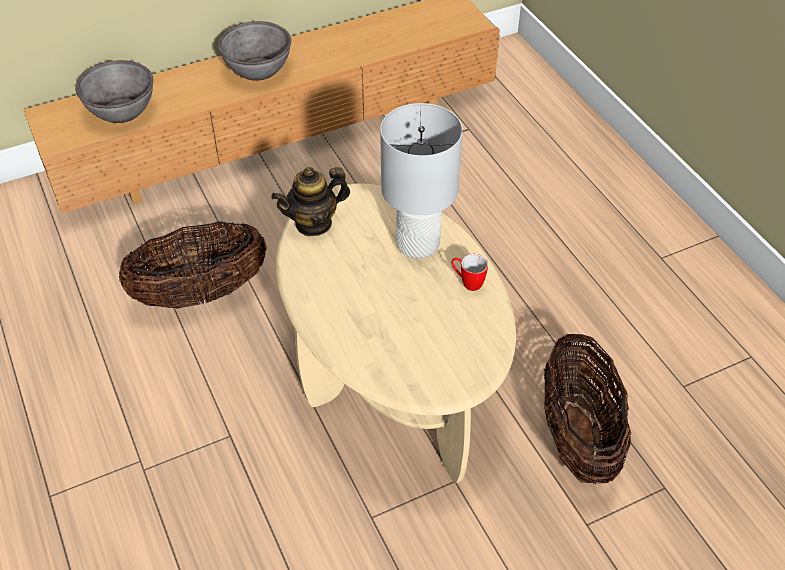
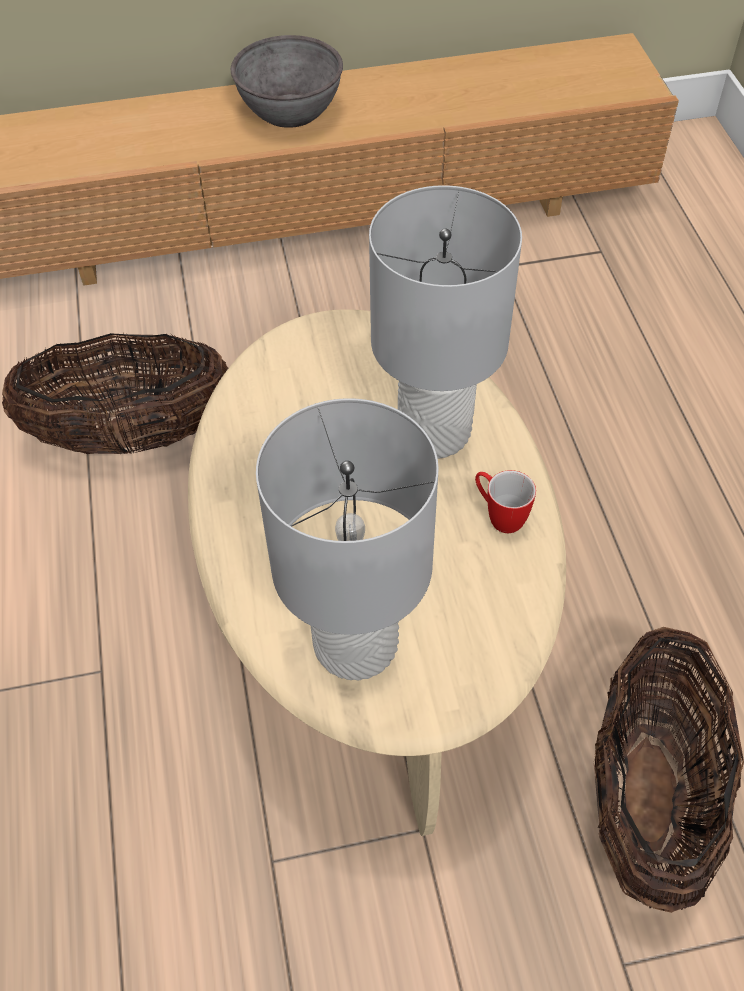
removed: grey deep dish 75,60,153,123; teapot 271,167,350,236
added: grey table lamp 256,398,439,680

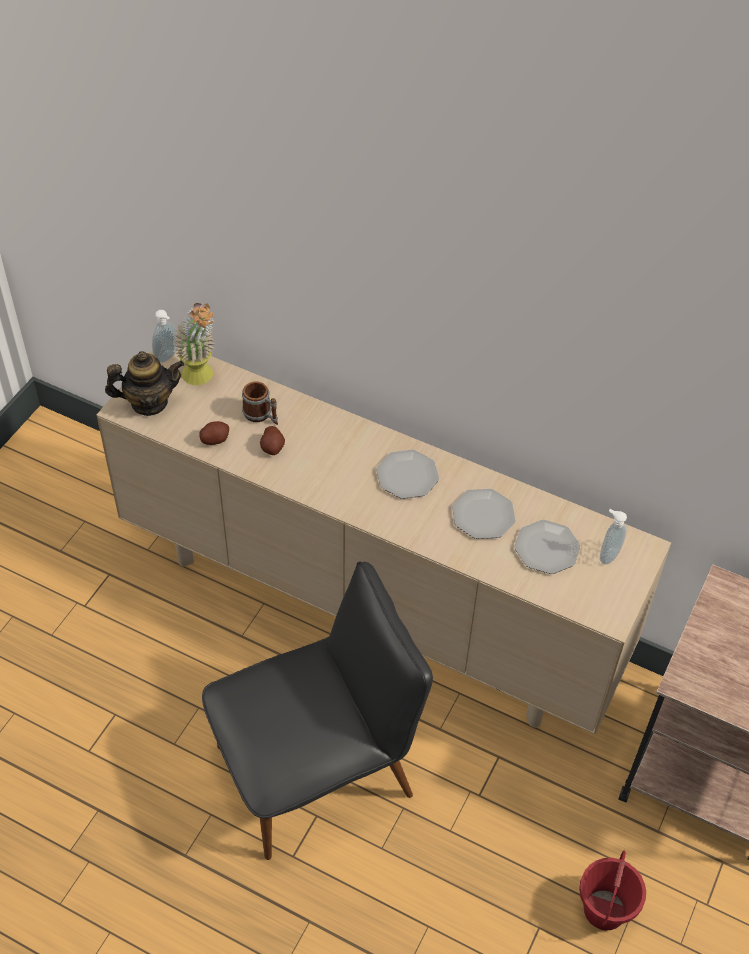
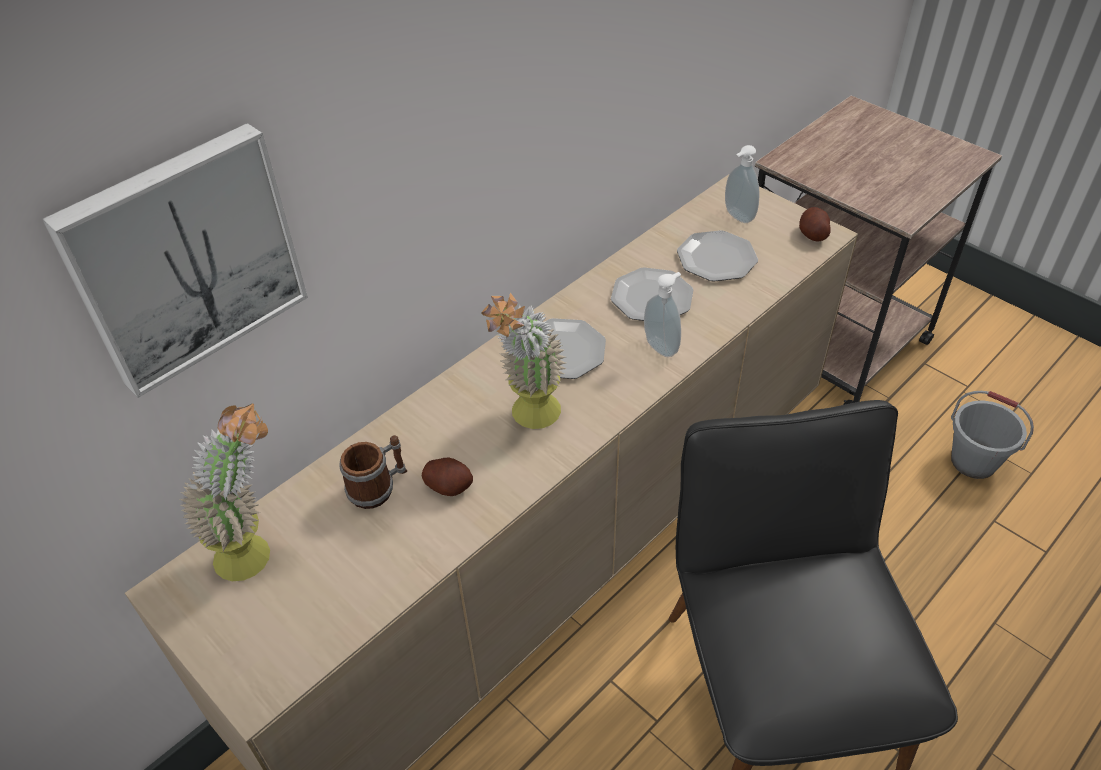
removed: teapot 105,351,184,416
added: wall art 42,123,308,398; potted plant 481,293,566,429
moved: soap bottle 152,310,178,363 to 644,272,681,357; potato 200,421,229,445 to 799,207,831,241
recoloured: red bucket 579,850,646,930 to grey bucket 951,391,1034,479

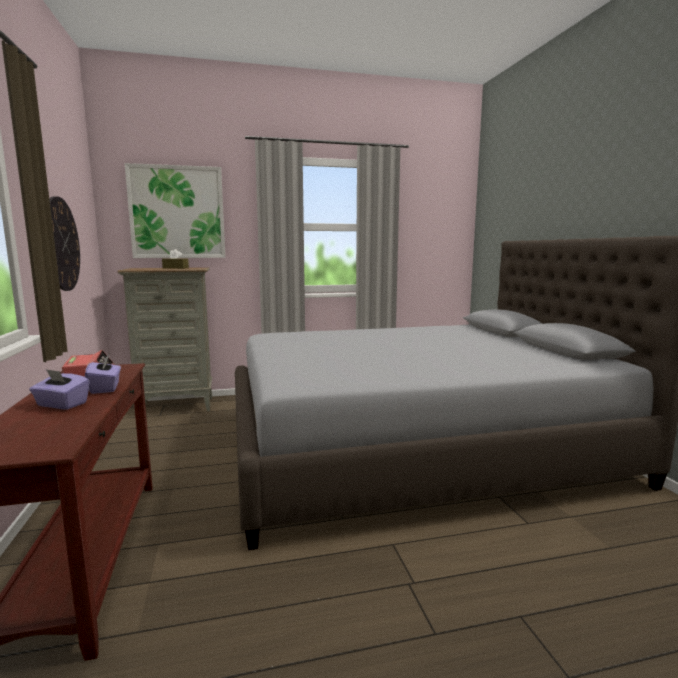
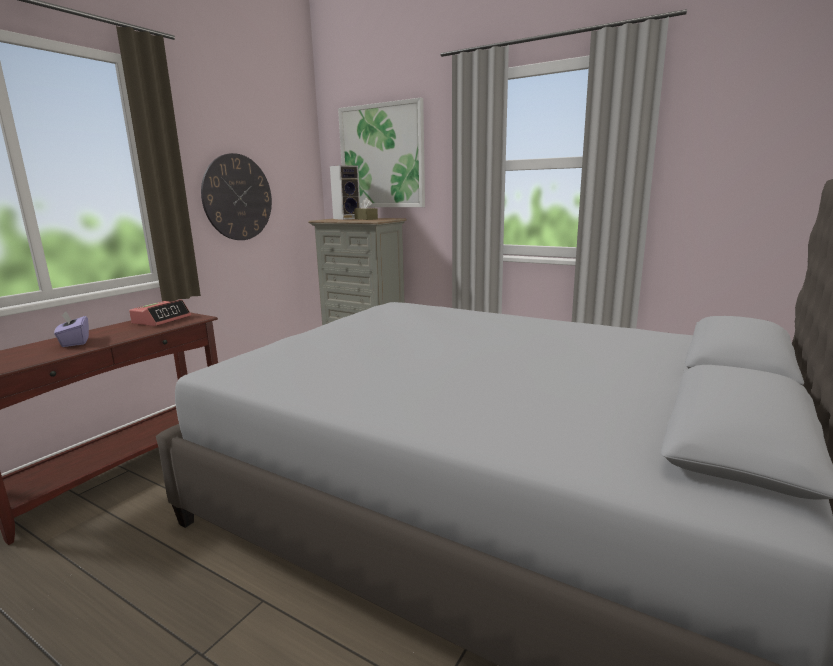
removed: purple tissue holder 85,355,121,394
added: speaker 330,165,360,220

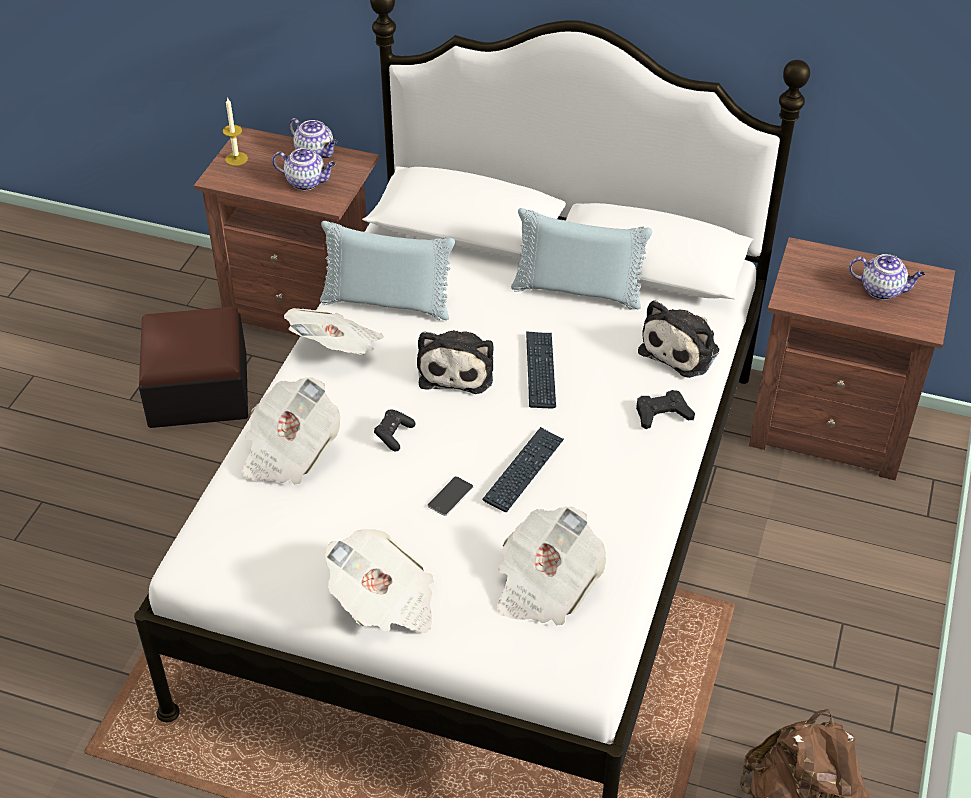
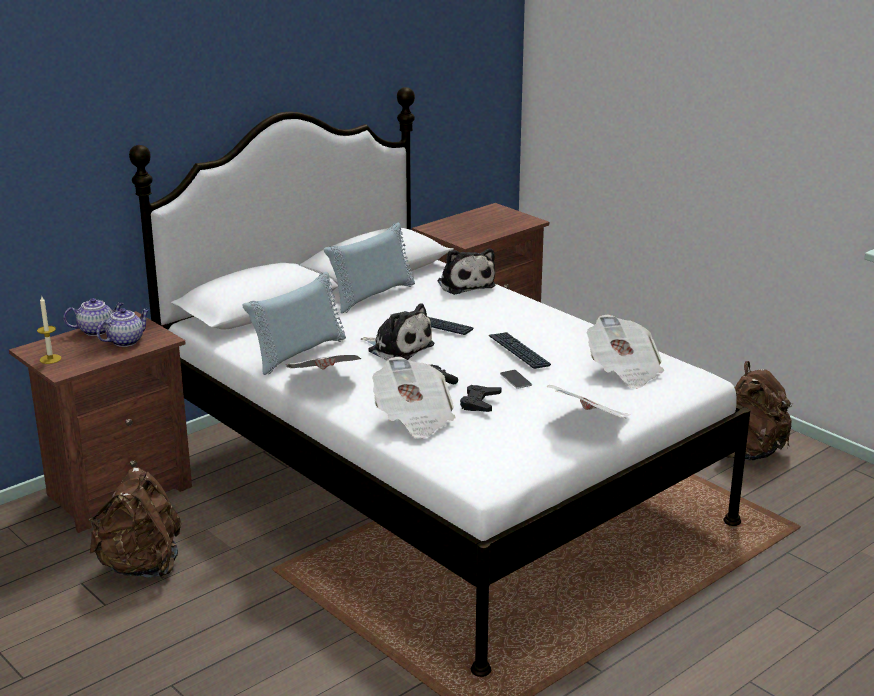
removed: teapot 849,254,925,300
moved: blackish gamepad 636,390,695,429 to 460,385,502,412
replaced: footrest 139,307,248,428 to brown knapsack 89,468,181,579

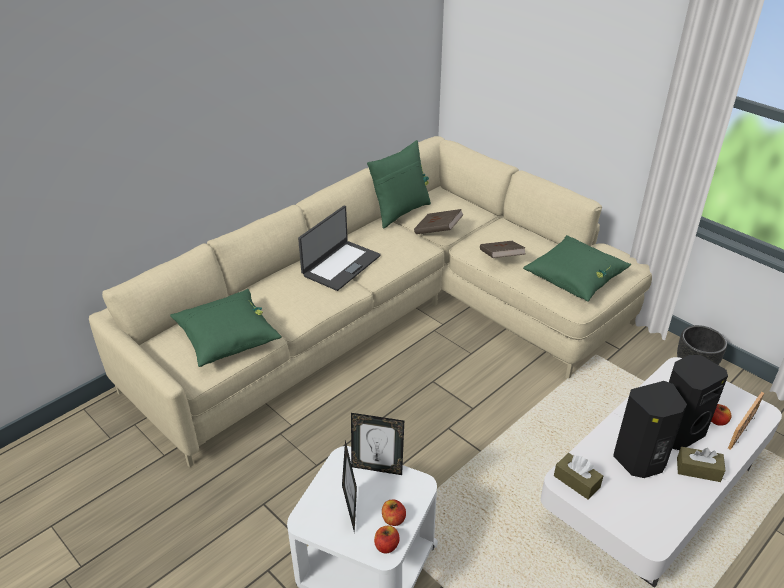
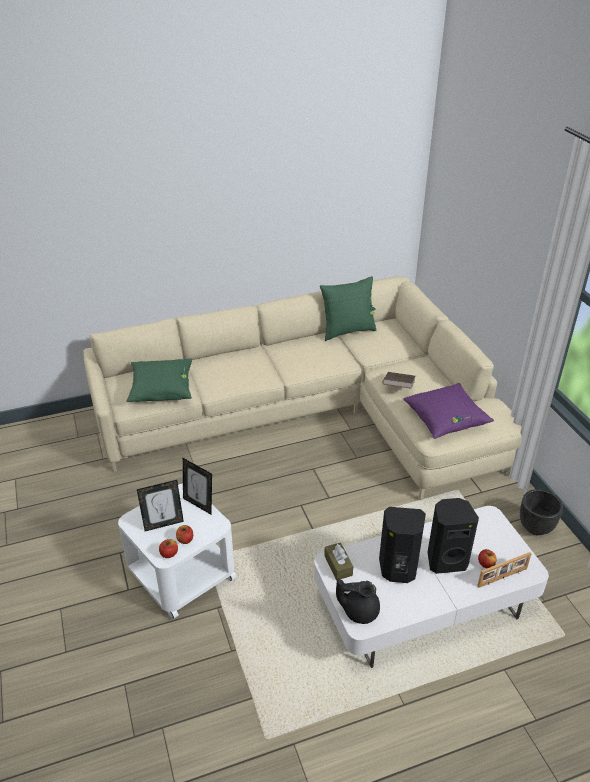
removed: portable computer 298,206,381,291; brown bound book 414,209,464,234; brown tissue holder 677,447,725,482
added: blackish teapot 336,579,380,624
recoloured: green pillow 523,235,631,302 to purple pillow 403,383,494,439
turned: picture frame 342,440,357,533 = 137,480,184,531 45 degrees clockwise

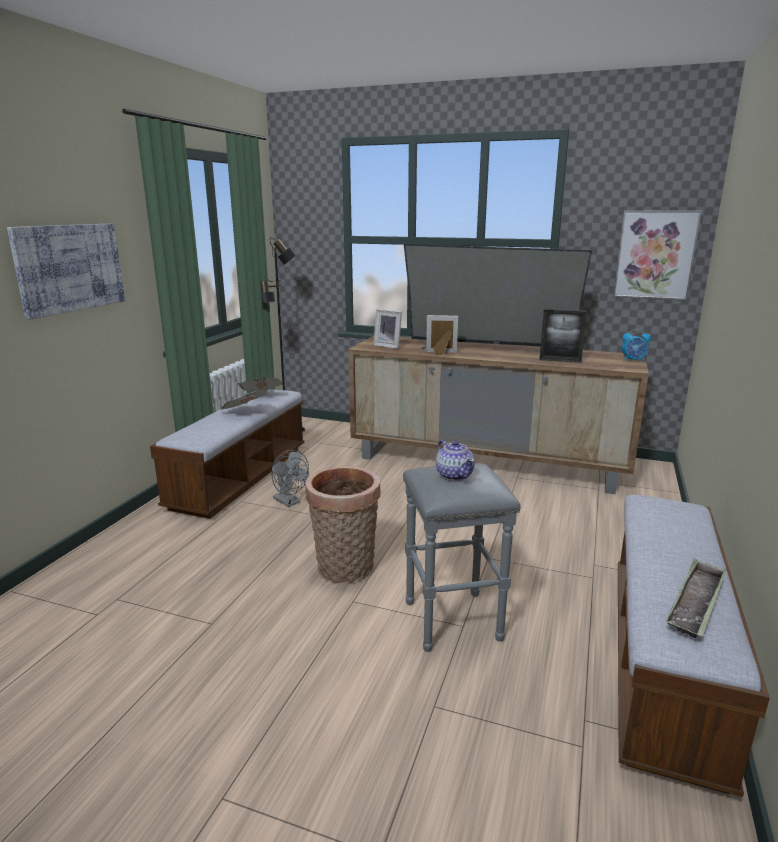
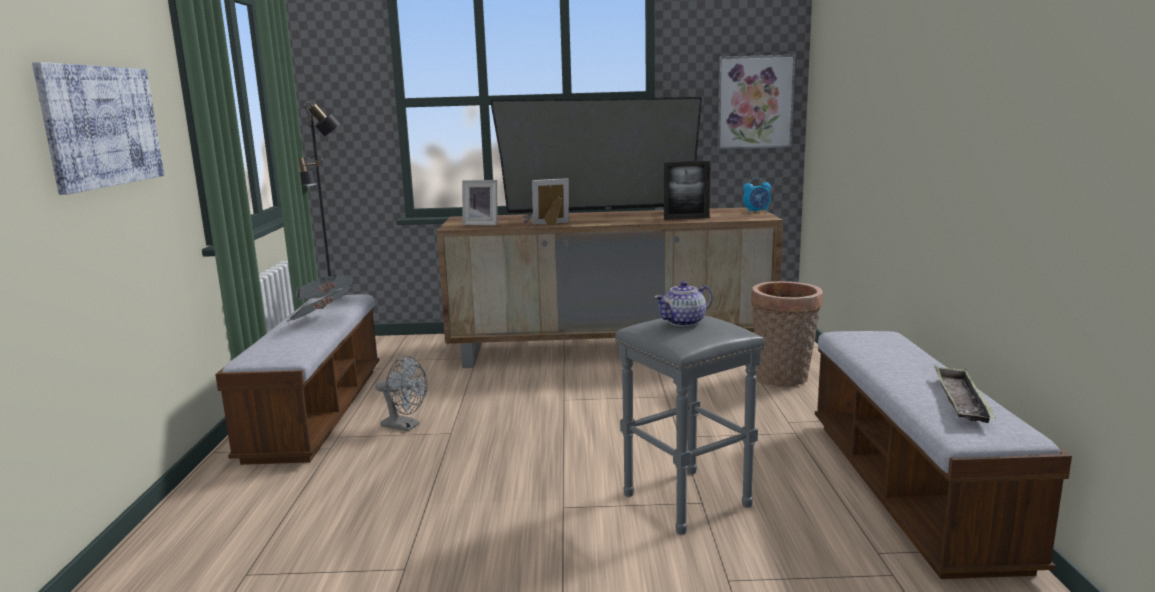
moved: household basket 305,466,380,583 to 751,281,823,387
turned: teapot 436,440,475,481 = 654,281,712,327 105 degrees clockwise

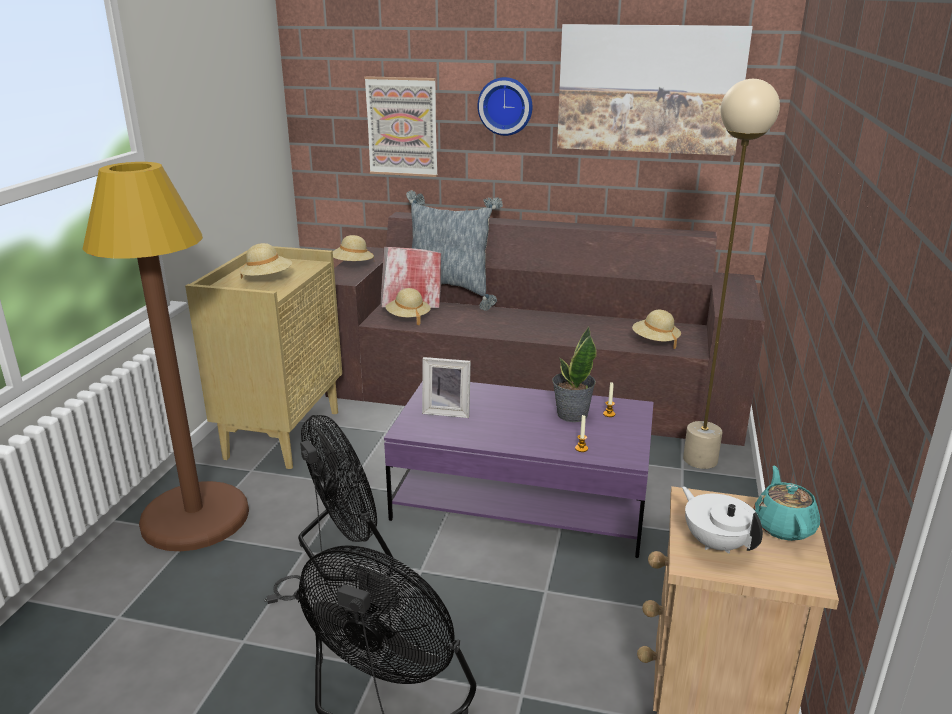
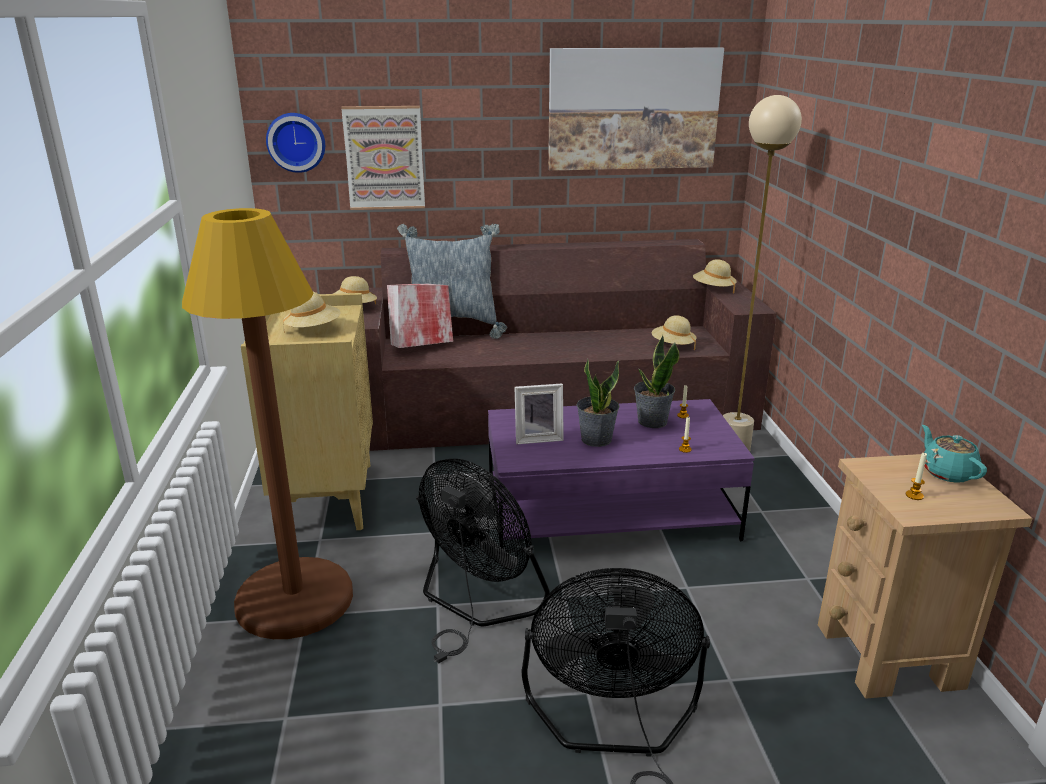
added: potted plant 576,359,619,447
moved: hanging clock 477,77,532,136 to 266,113,325,173; beige hat 386,288,431,325 to 693,259,737,293
replaced: whitish teapot 682,486,763,554 to wax light 906,453,927,500

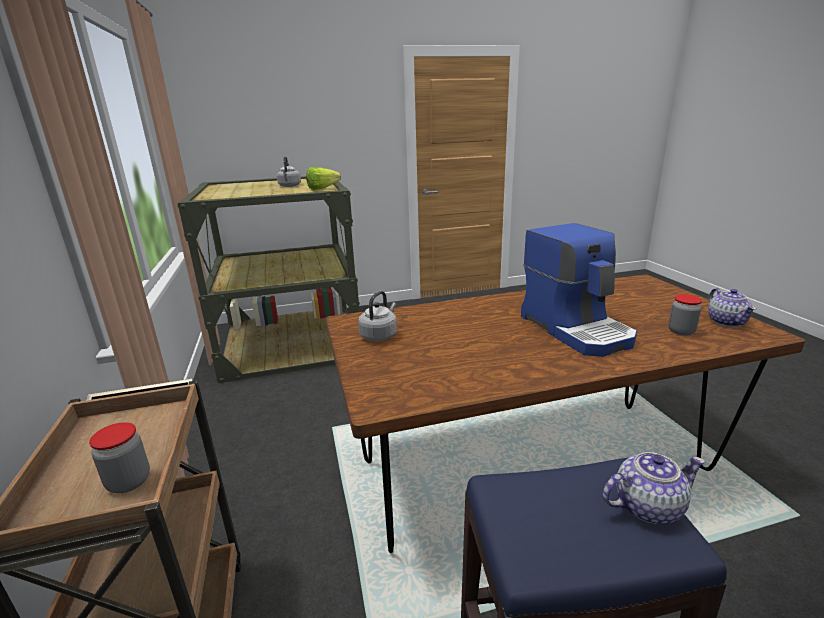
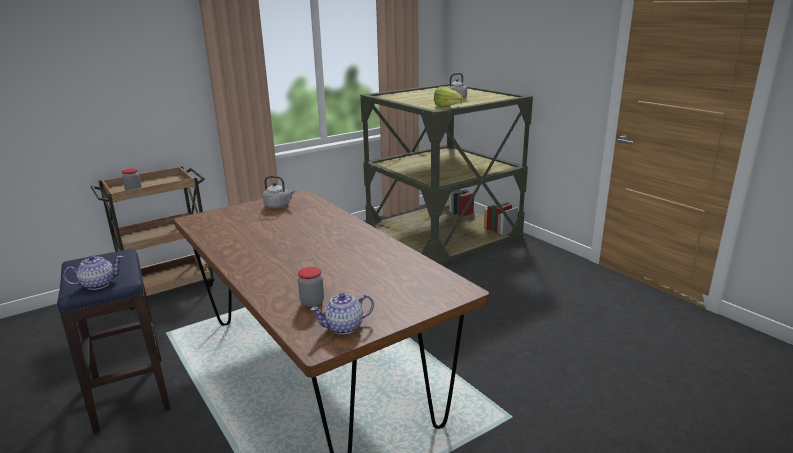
removed: coffee brewer 521,223,637,357
turned: teapot 603,452,705,524 = 63,255,123,290 90 degrees counterclockwise

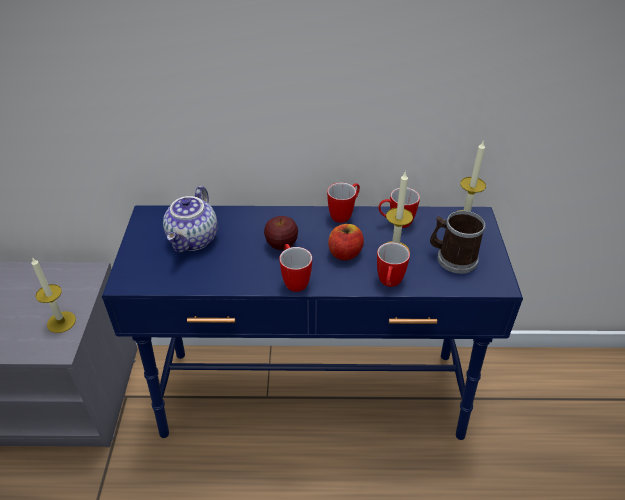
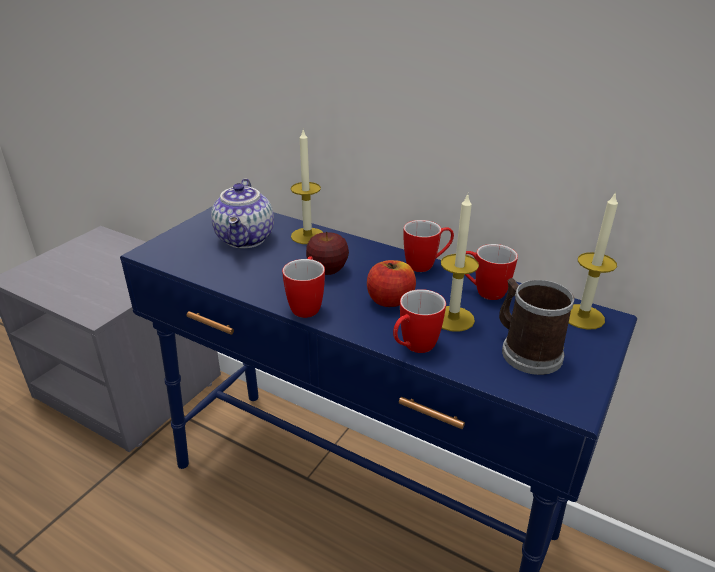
moved: wax light 31,257,76,333 to 291,130,323,244
turned: teapot 163,186,218,253 = 211,178,274,248 45 degrees counterclockwise

